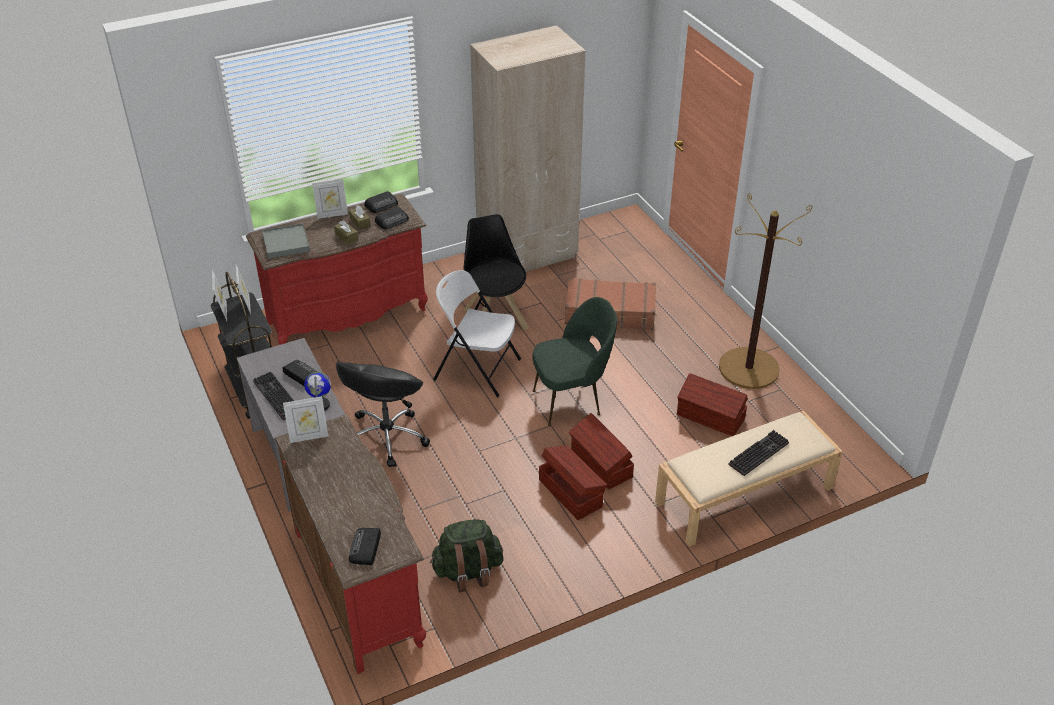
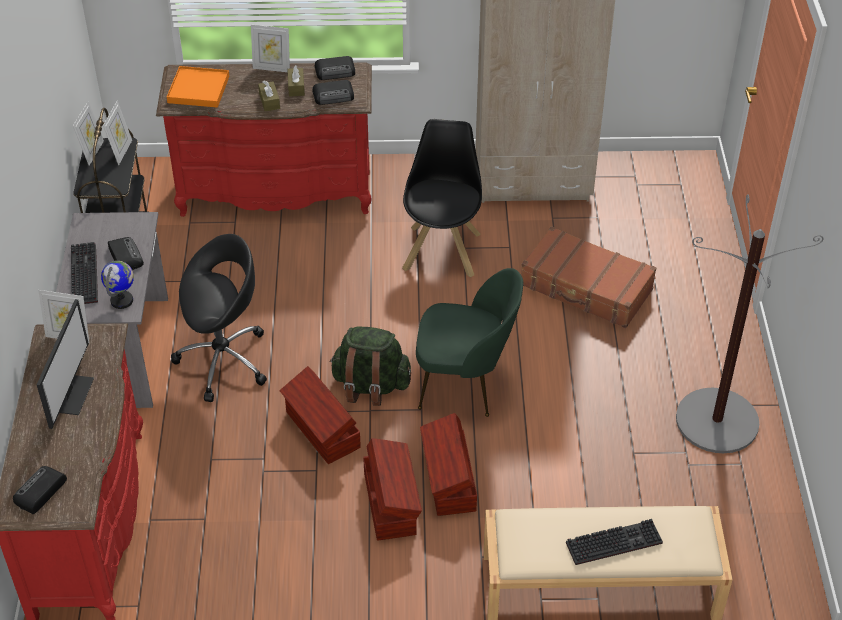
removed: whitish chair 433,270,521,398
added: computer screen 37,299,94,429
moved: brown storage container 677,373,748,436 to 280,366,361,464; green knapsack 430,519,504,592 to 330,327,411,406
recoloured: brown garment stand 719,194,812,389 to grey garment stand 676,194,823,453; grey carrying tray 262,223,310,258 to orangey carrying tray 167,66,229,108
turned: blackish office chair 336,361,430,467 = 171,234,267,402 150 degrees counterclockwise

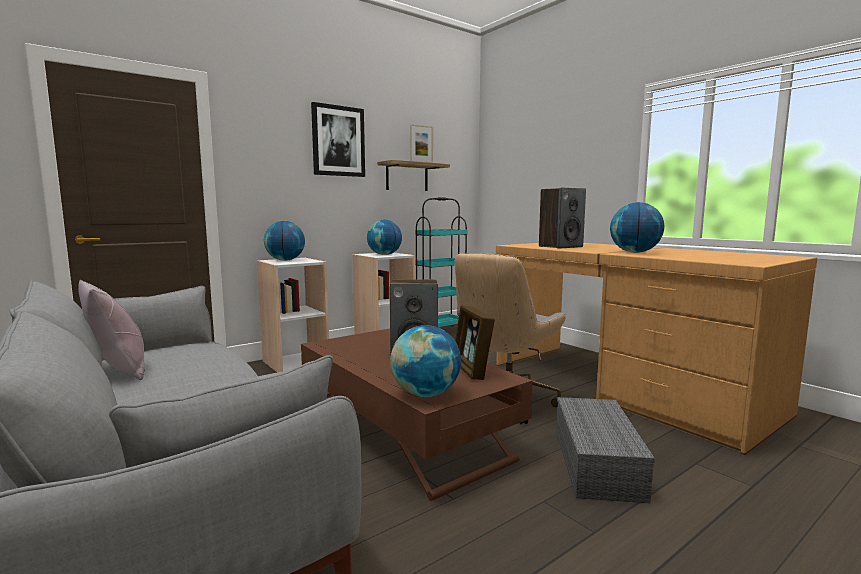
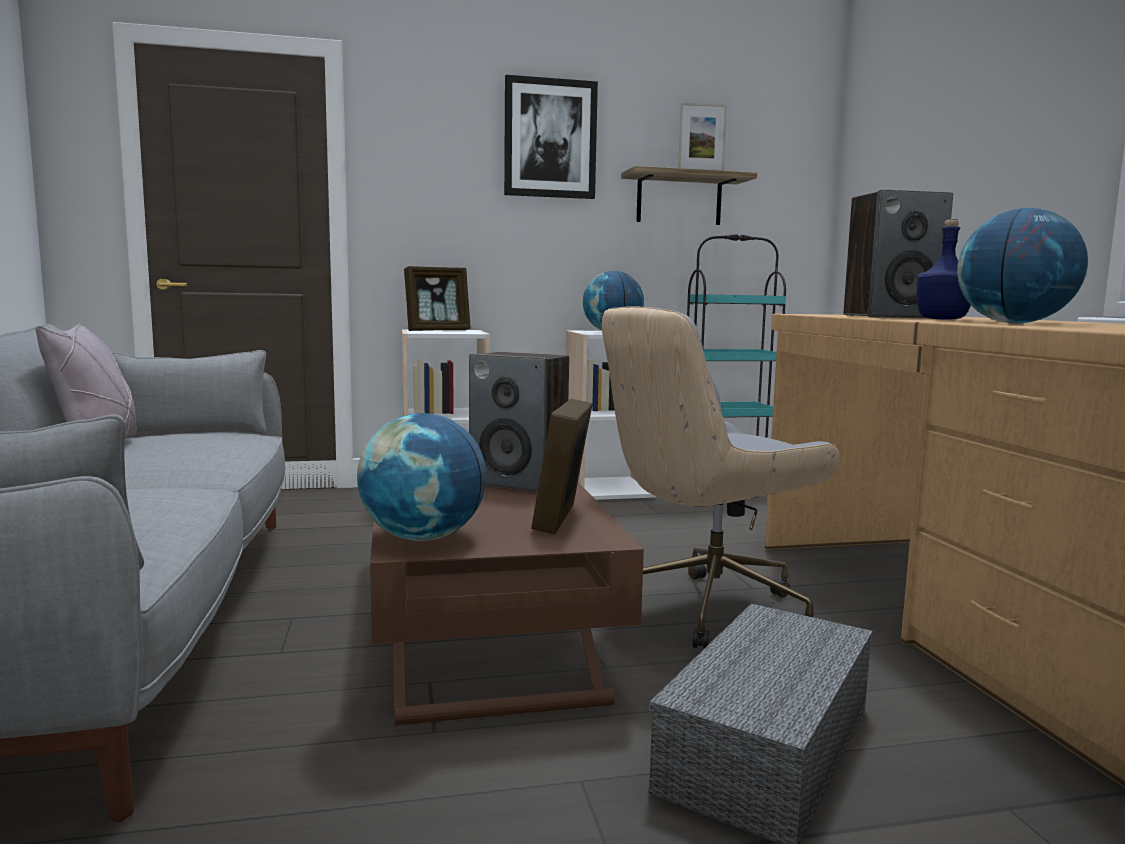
added: blue drink bottle 917,219,971,320
replaced: globe 264,221,305,261 to picture frame 404,266,471,331

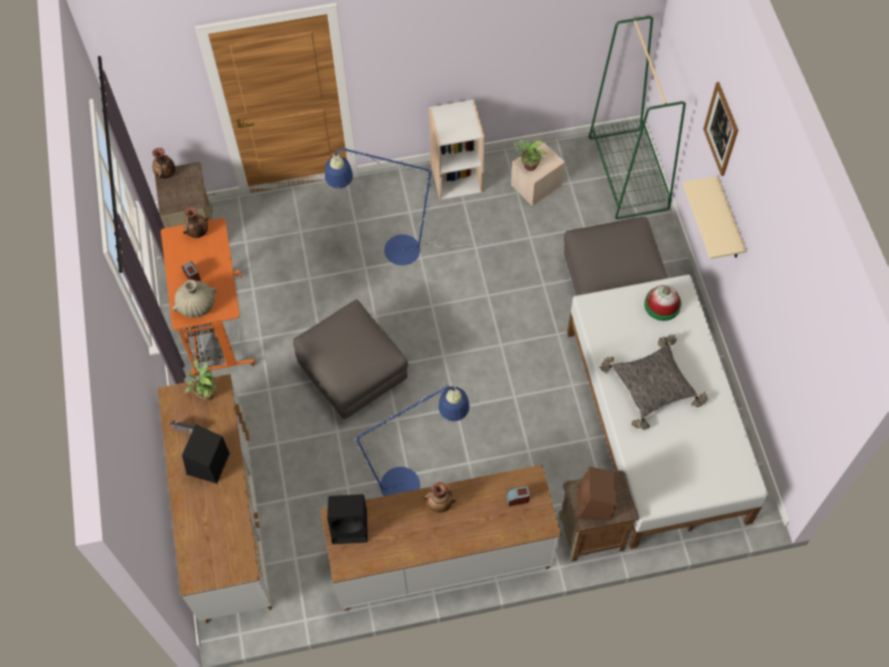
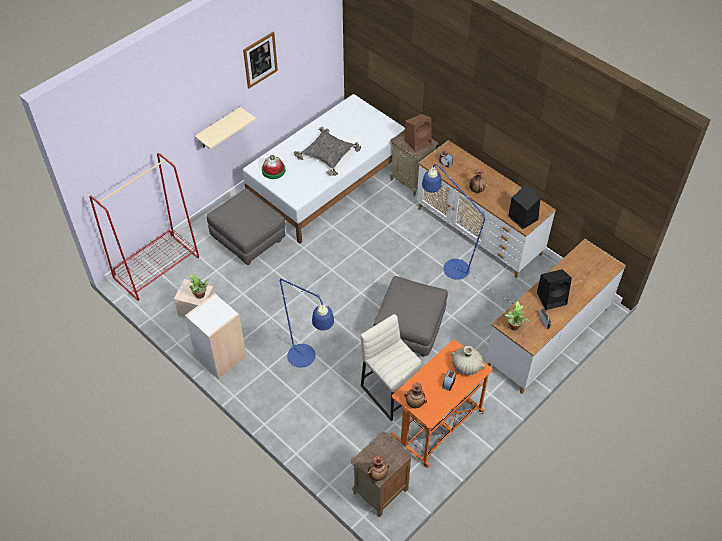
added: beige stool seat 361,314,425,421
moved: wall art 703,82,738,176 to 243,32,278,88
recoloured: green garment stand 589,16,686,219 to red garment stand 89,153,199,301

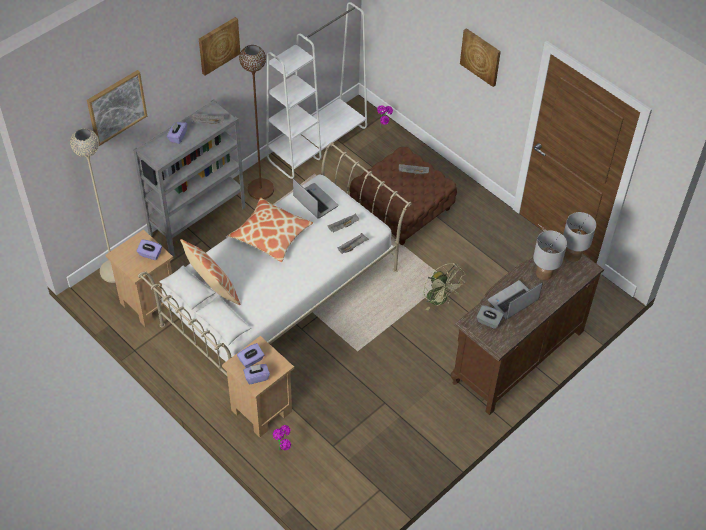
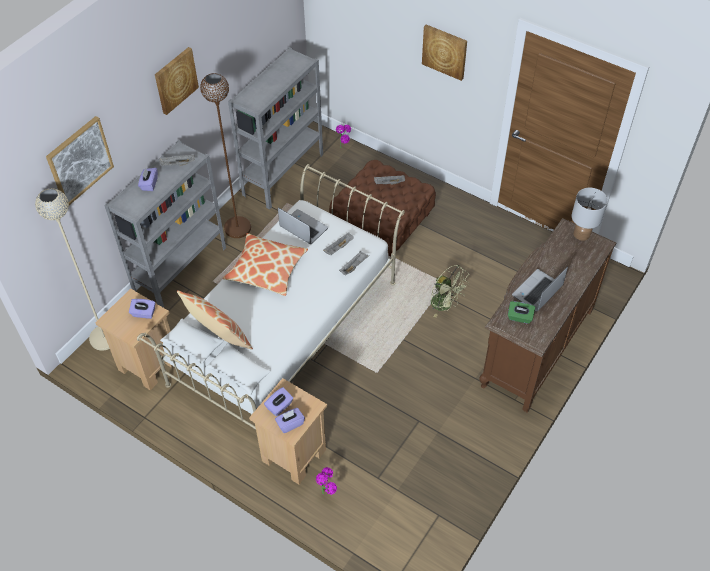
removed: grey table lamp 533,230,567,280
replaced: whitish garment stand 266,2,367,179 to grey bookcase 228,47,323,210
recoloured: grey tissue holder 477,305,504,329 to green tissue holder 508,301,535,324

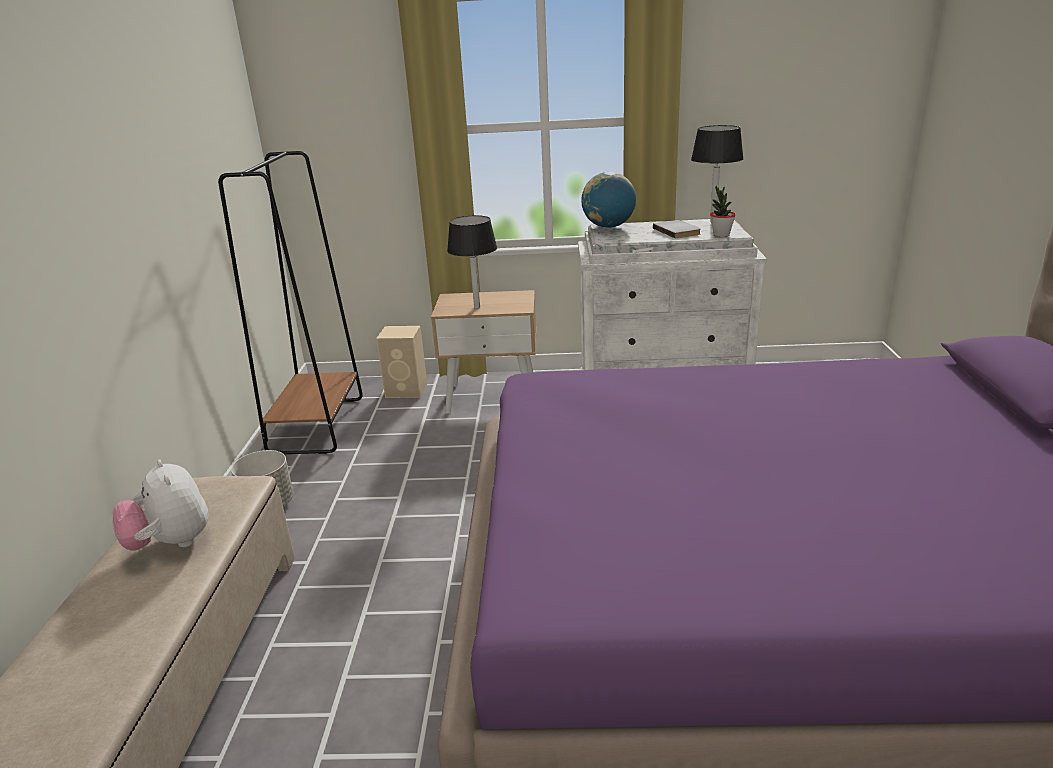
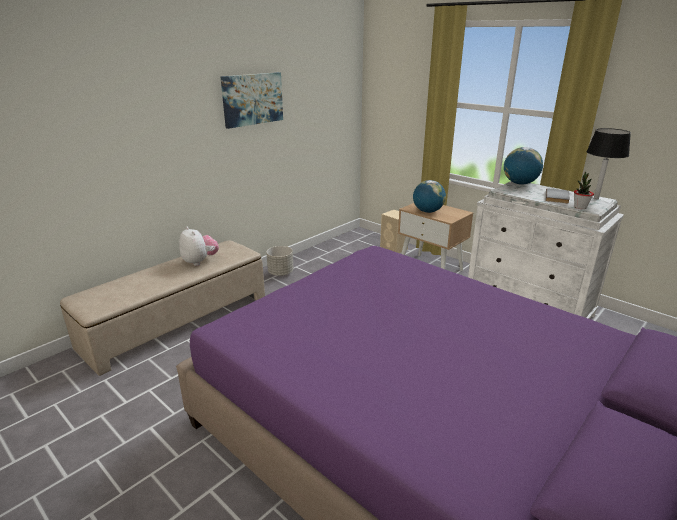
removed: garment stand 218,151,363,455
added: wall art 221,72,283,129
replaced: blackish table lamp 447,215,497,309 to globe 413,180,446,213
turned: soft toy 113,460,209,551 = 179,226,219,266 135 degrees clockwise

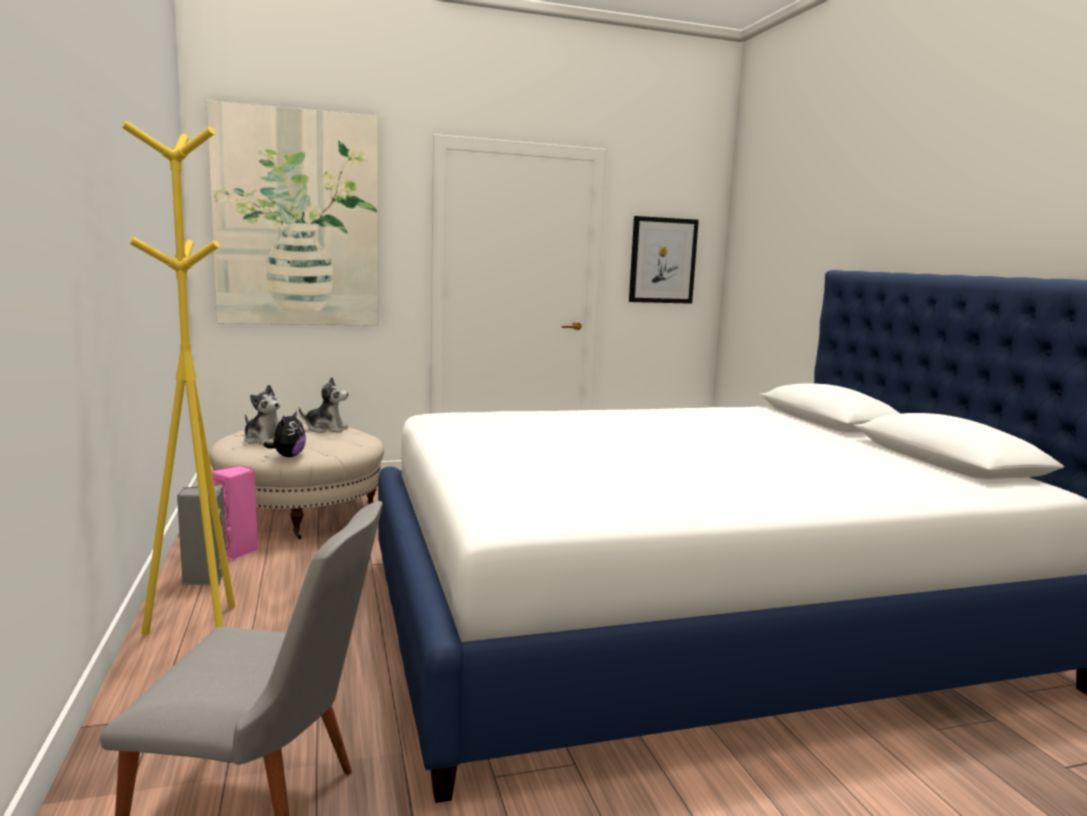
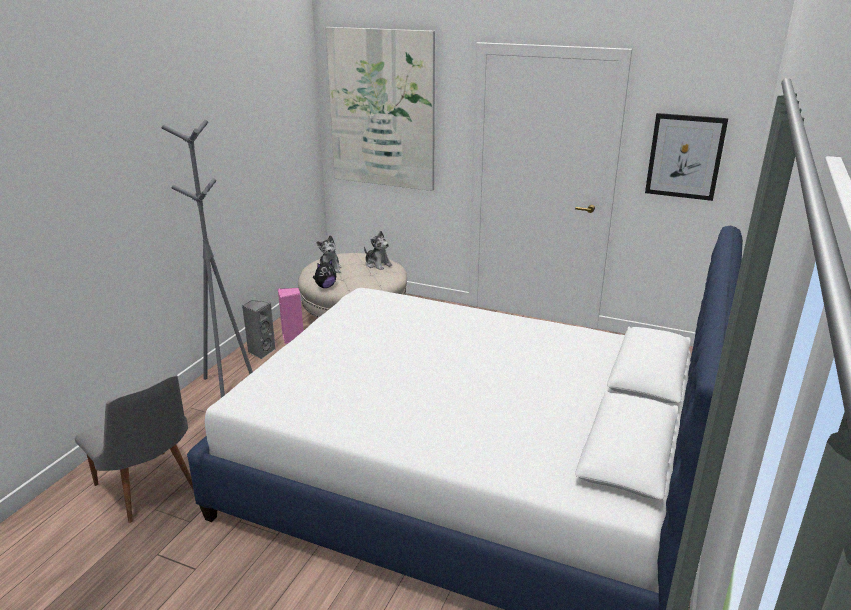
recoloured: yellowish garment stand 122,121,235,635 to grey garment stand 162,120,253,398

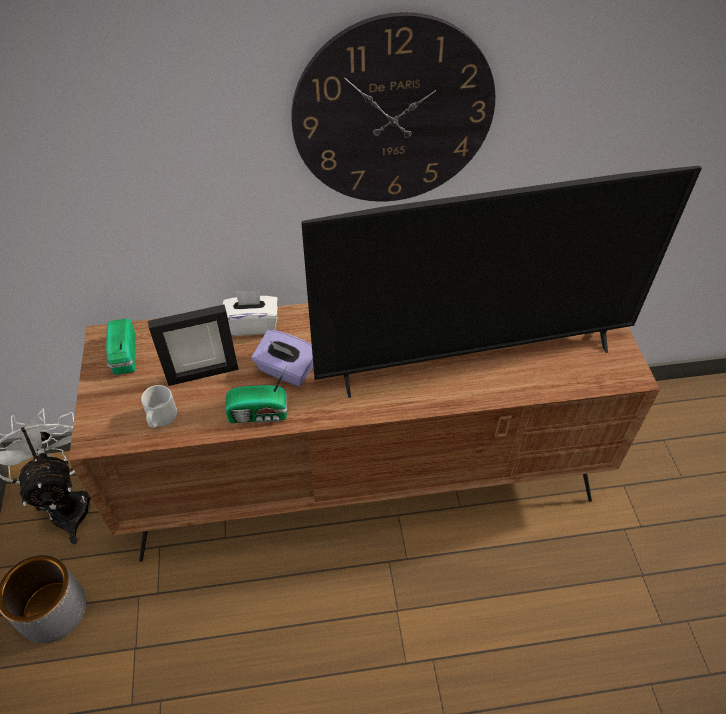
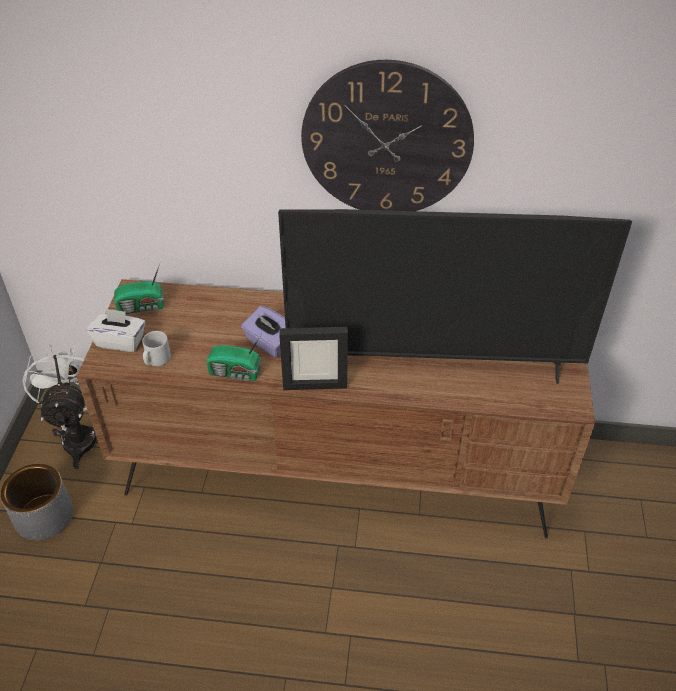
moved: whitish tissue holder 223,291,278,336 to 86,308,146,352; picture frame 148,305,239,386 to 279,327,348,390
turned: radio receiver 106,318,135,375 = 114,263,164,314 105 degrees counterclockwise

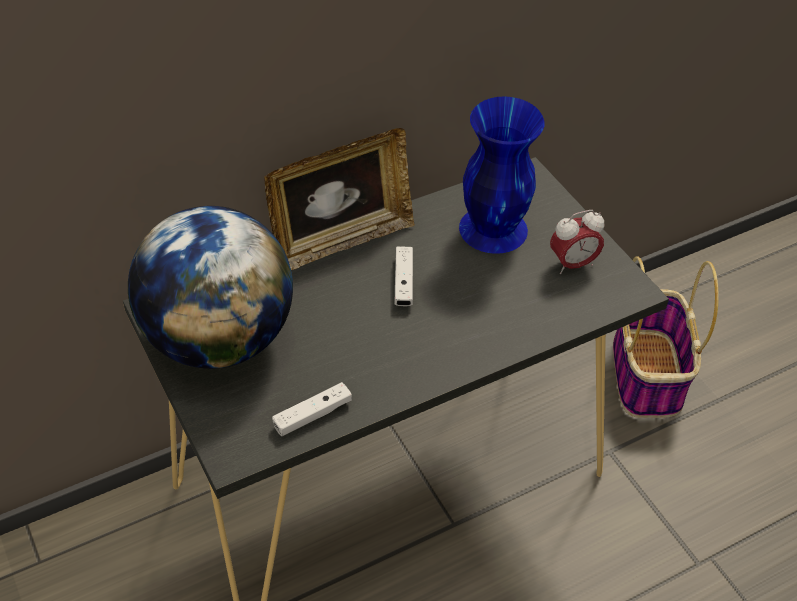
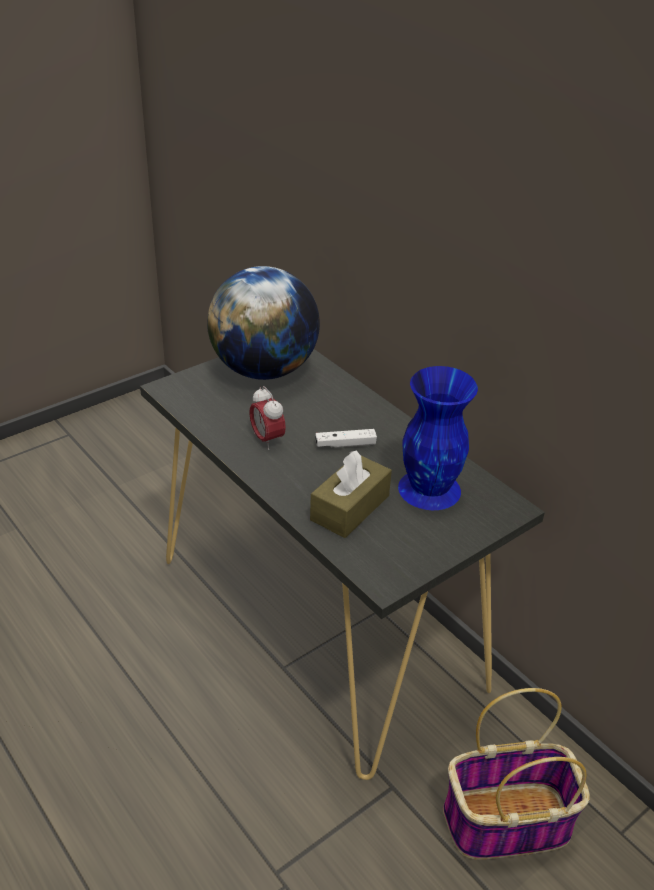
removed: picture frame 264,128,415,270; whitish gamepad 272,382,352,436
added: brown tissue holder 310,450,392,538
moved: bedside clock 550,210,604,274 to 249,386,286,450

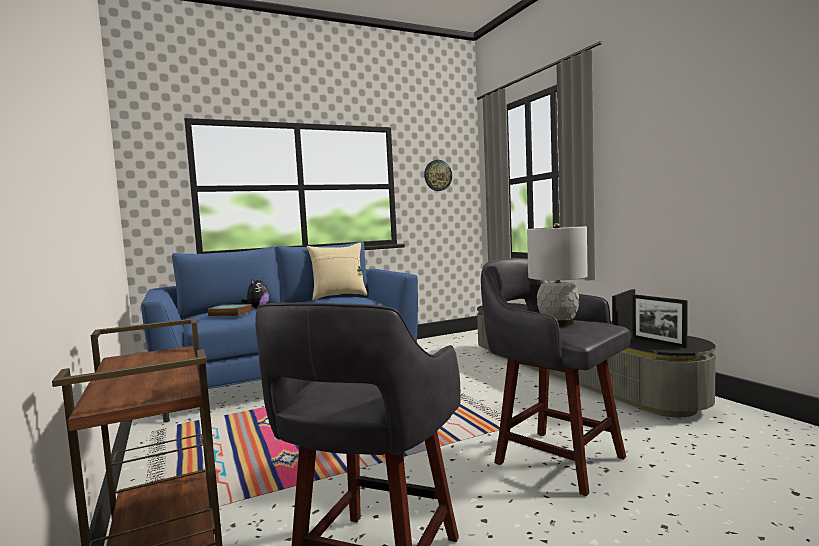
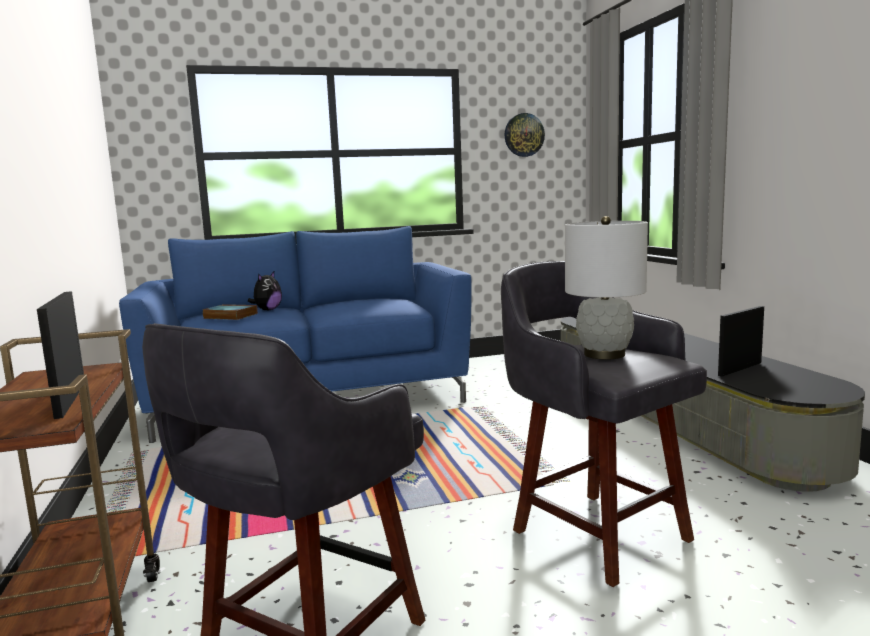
removed: beige pillow 307,243,367,300
moved: picture frame 632,294,688,348 to 37,291,84,419

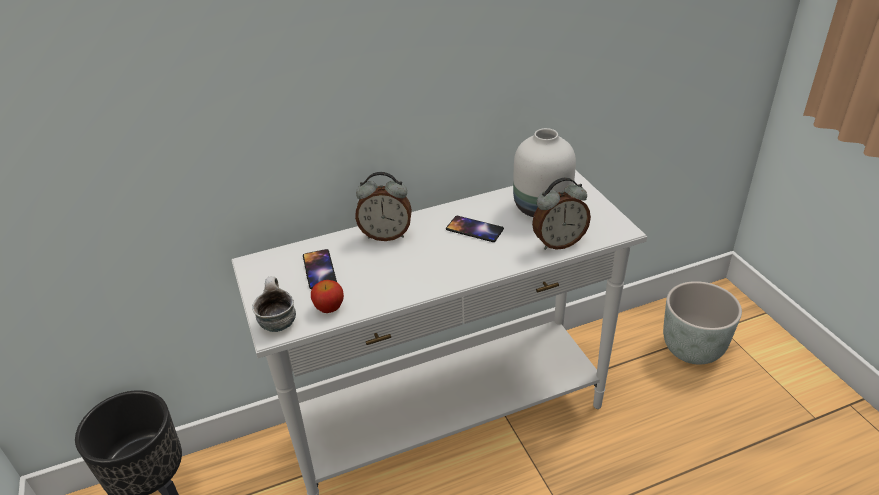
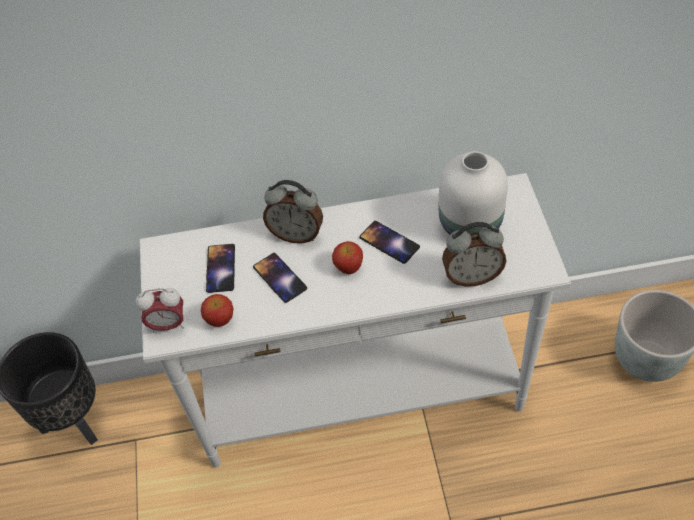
added: whole apple 332,241,363,274; handset 253,253,307,303
replaced: mug 252,276,296,332 to bedside clock 136,288,184,333

